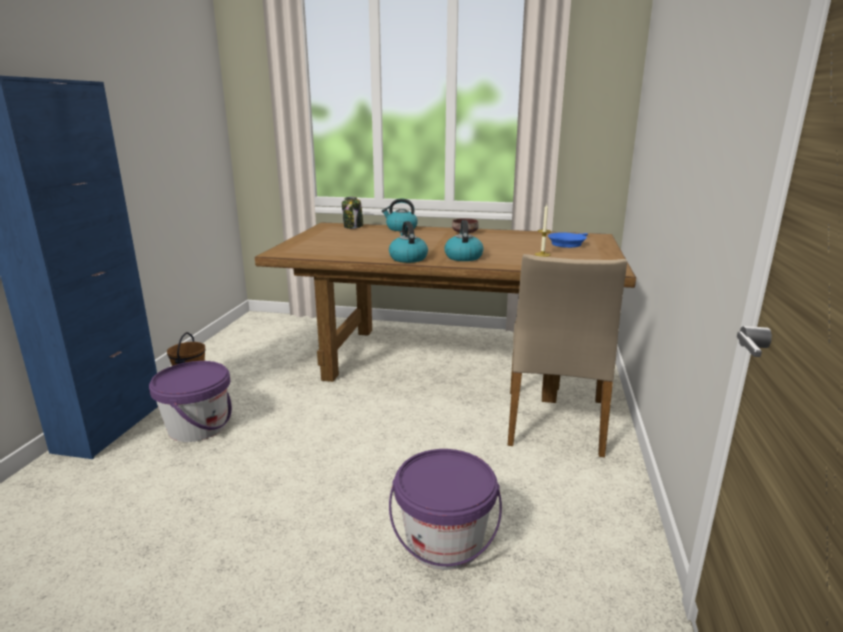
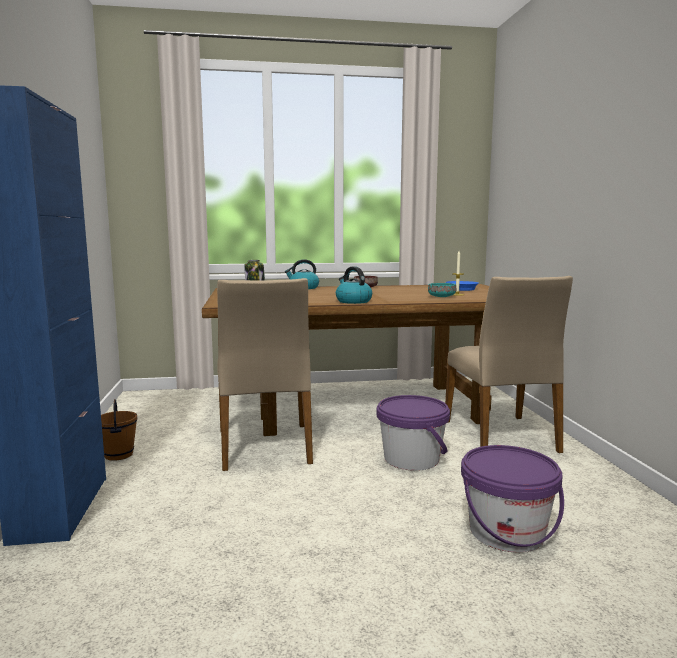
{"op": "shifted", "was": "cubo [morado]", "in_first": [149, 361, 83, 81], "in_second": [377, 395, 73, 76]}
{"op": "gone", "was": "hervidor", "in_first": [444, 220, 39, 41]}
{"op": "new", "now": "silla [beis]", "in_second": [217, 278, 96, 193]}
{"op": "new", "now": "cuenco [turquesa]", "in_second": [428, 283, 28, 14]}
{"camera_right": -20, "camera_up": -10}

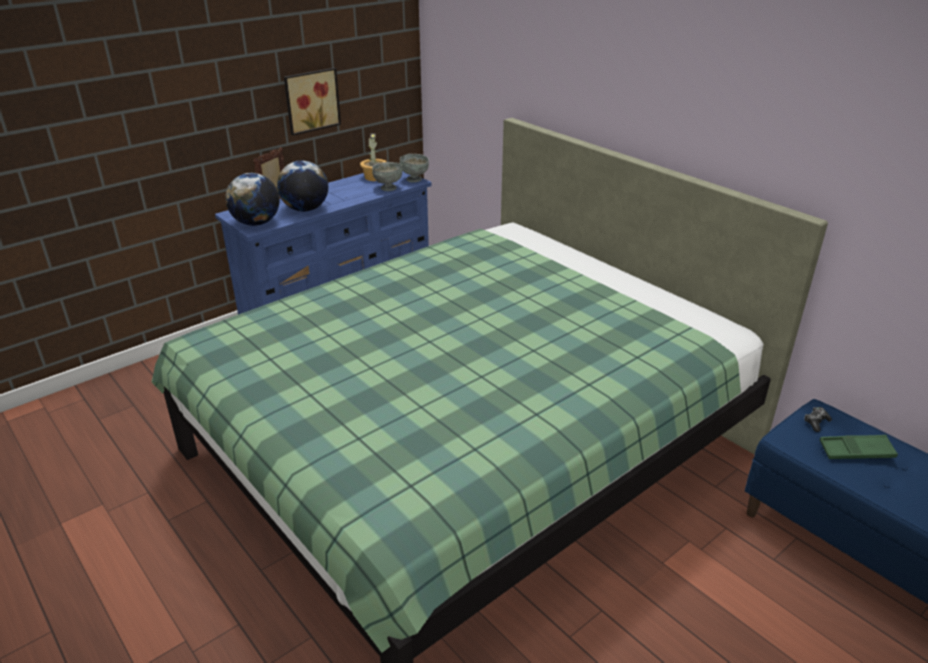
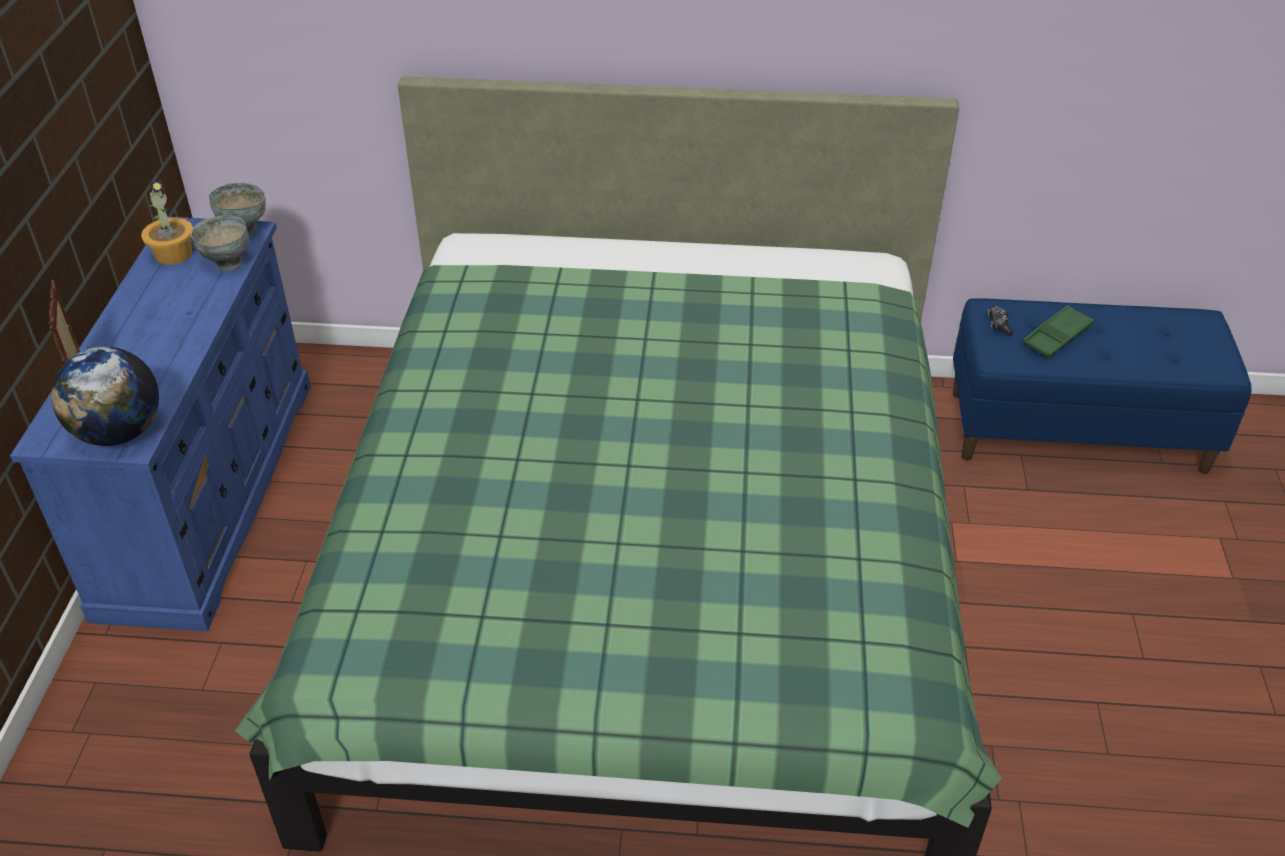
{"op": "gone", "was": "globo terráqueo", "in_first": [277, 160, 51, 51]}
{"op": "gone", "was": "cuadro", "in_first": [284, 68, 57, 67]}
{"camera_right": -45, "camera_up": 10}

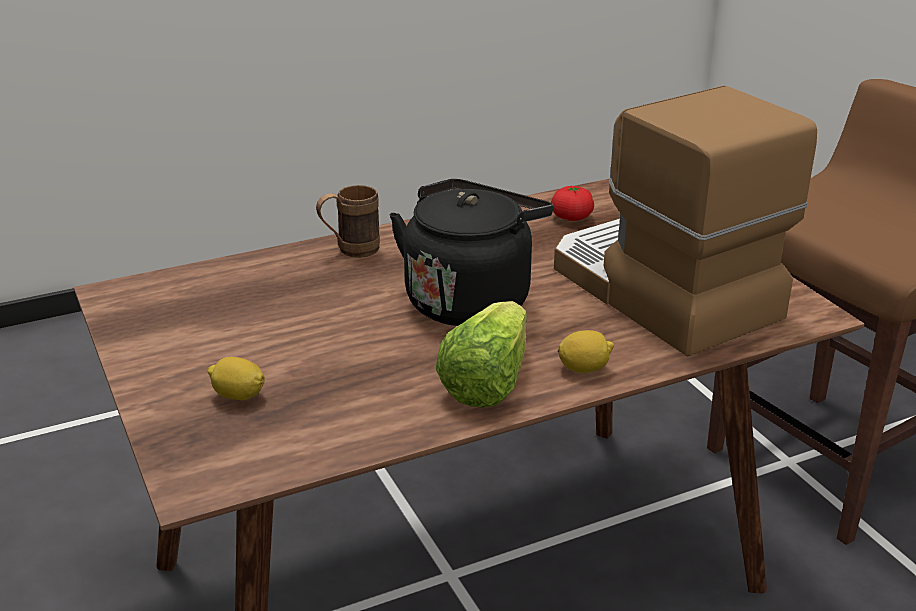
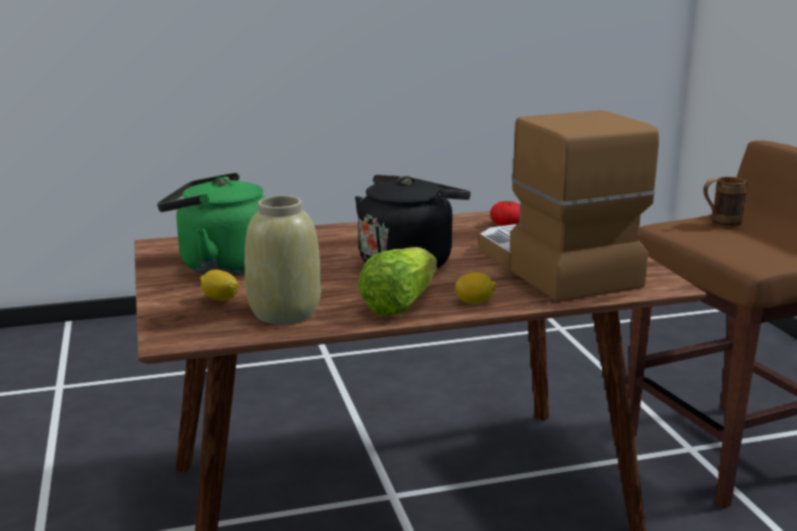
{"op": "shifted", "was": "taza grande [marrón]", "in_first": [316, 185, 64, 73], "in_second": [703, 177, 44, 50]}
{"op": "new", "now": "hervidor [verde]", "in_second": [157, 173, 109, 103]}
{"op": "new", "now": "florero [beis]", "in_second": [245, 196, 76, 128]}
{"camera_right": 10, "camera_up": -10}

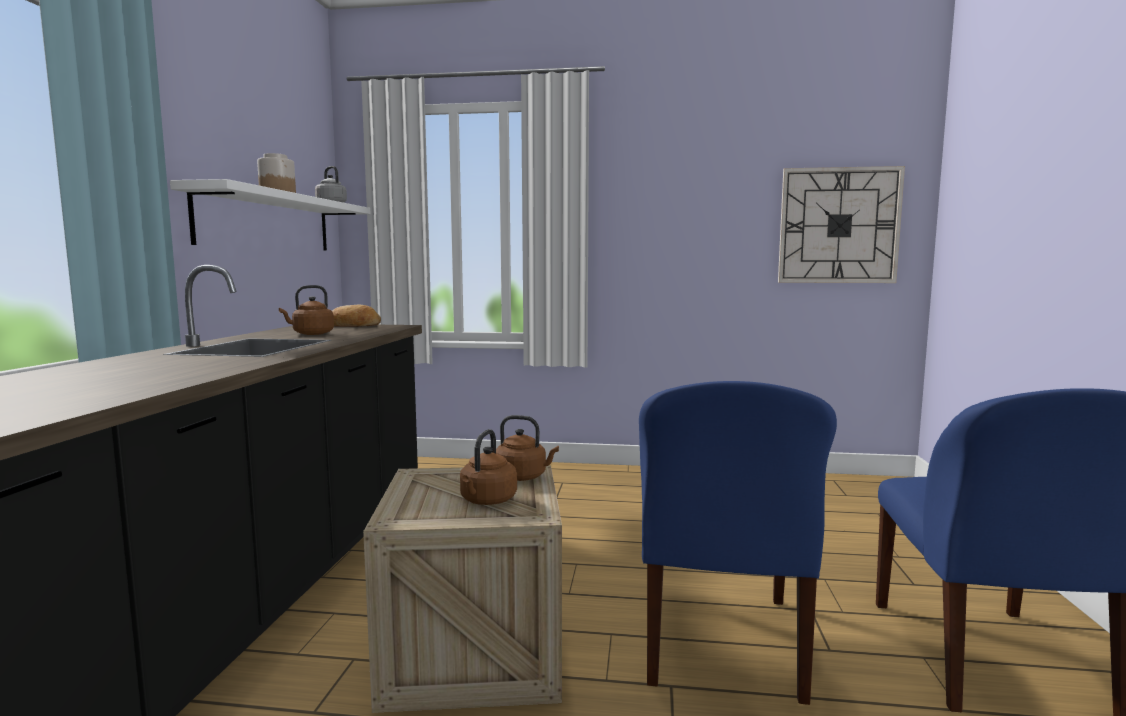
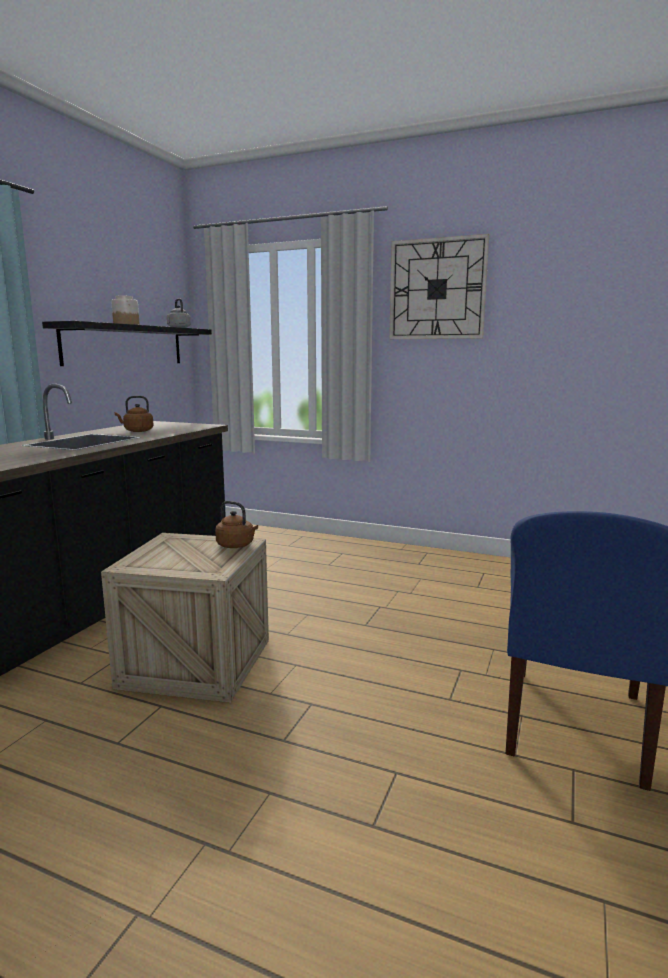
{"op": "repainted", "was": "estante [blanco]", "now": "estante [negro]", "in_first": [170, 179, 201, 72], "in_second": [42, 321, 170, 45]}
{"op": "gone", "was": "pan", "in_first": [332, 304, 49, 23]}
{"op": "gone", "was": "hervidor [marrón]", "in_first": [460, 429, 57, 76]}
{"op": "gone", "was": "silla [azul]", "in_first": [639, 381, 198, 324]}
{"op": "shifted", "was": "reloj de pared", "in_first": [778, 166, 127, 117], "in_second": [389, 234, 100, 105]}
{"camera_right": 15, "camera_up": 5}

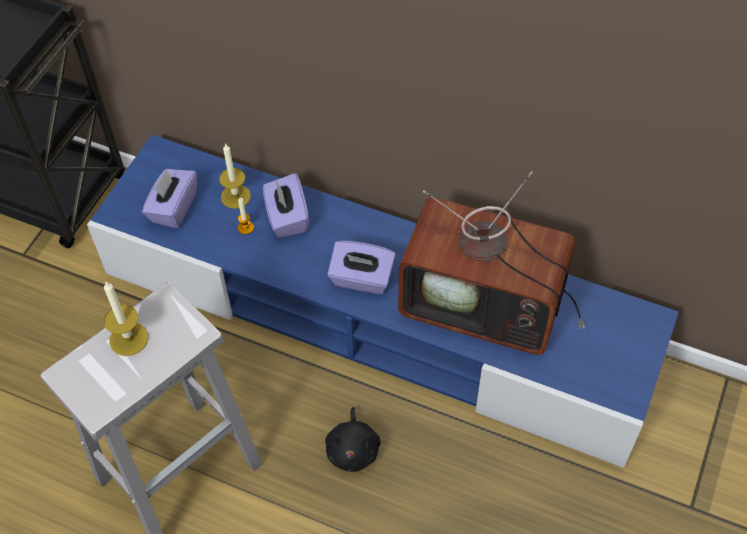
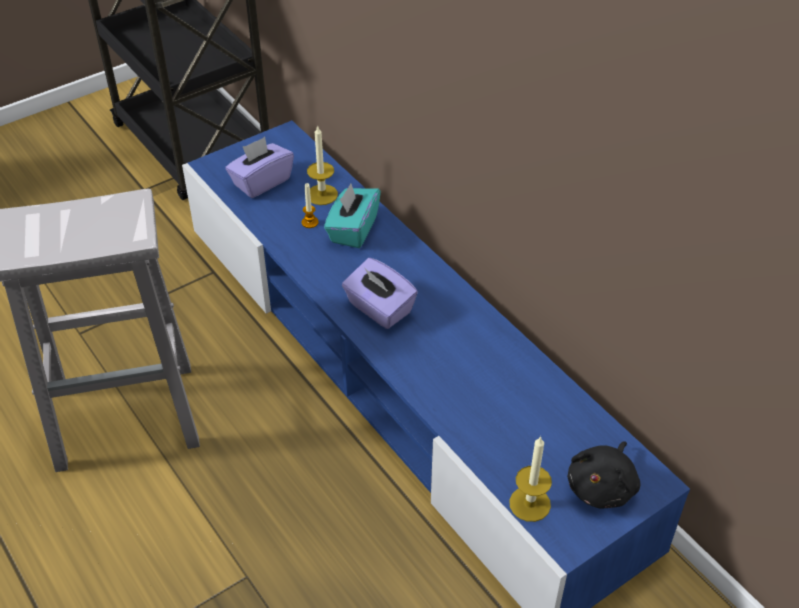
{"op": "shifted", "was": "vela", "in_first": [104, 282, 44, 74], "in_second": [509, 436, 43, 86]}
{"op": "repainted", "was": "caja de pañuelos [morado]", "now": "caja de pañuelos [turquesa]", "in_first": [263, 173, 46, 65], "in_second": [324, 183, 57, 65]}
{"op": "shifted", "was": "peluche [negro]", "in_first": [325, 407, 56, 65], "in_second": [567, 441, 73, 68]}
{"op": "gone", "was": "televisor", "in_first": [398, 171, 187, 184]}
{"camera_right": 30, "camera_up": -10}

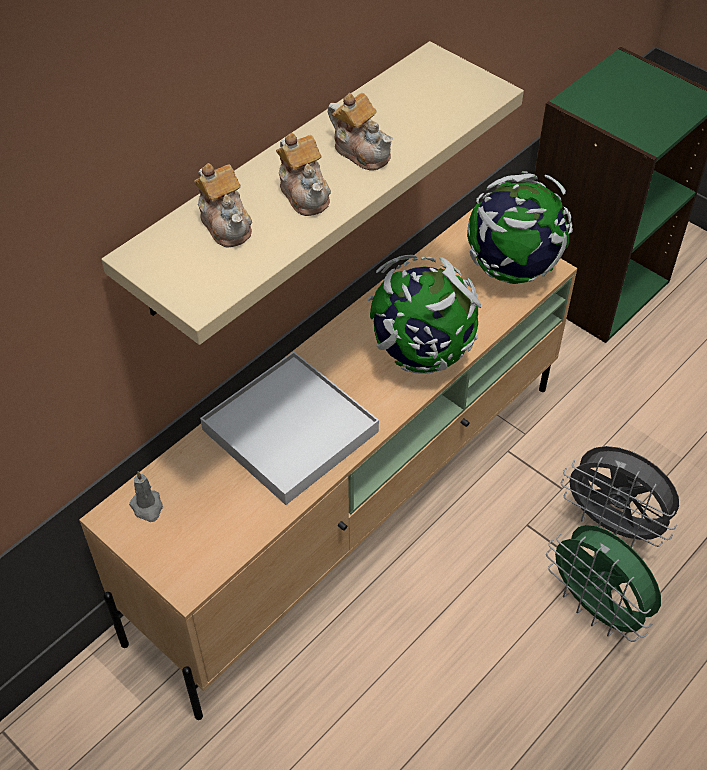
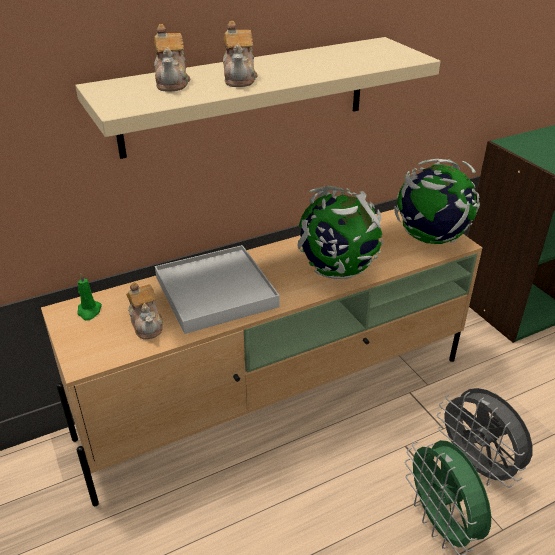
{"op": "repainted", "was": "vela [gris]", "now": "vela [verde]", "in_first": [129, 471, 34, 51], "in_second": [77, 273, 25, 48]}
{"op": "shifted", "was": "tetera", "in_first": [328, 93, 65, 78], "in_second": [126, 282, 37, 57]}
{"camera_right": 20, "camera_up": -15}

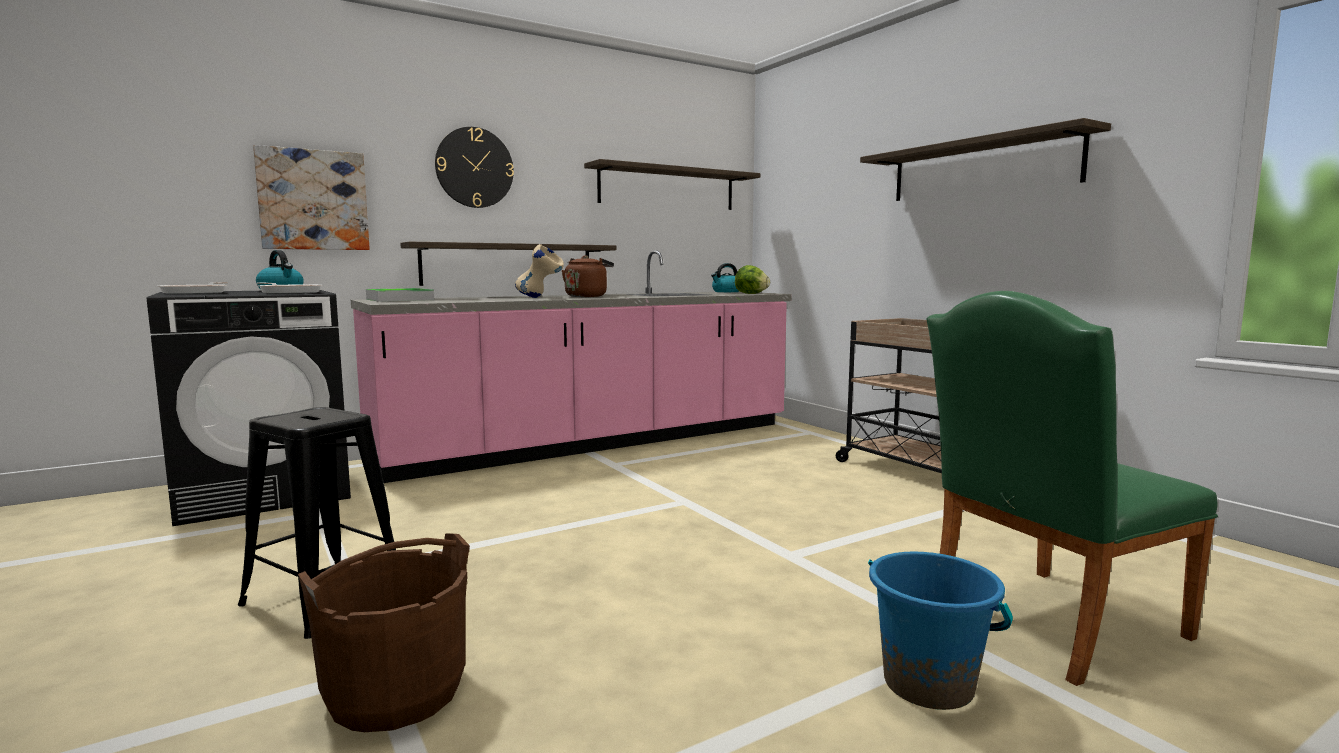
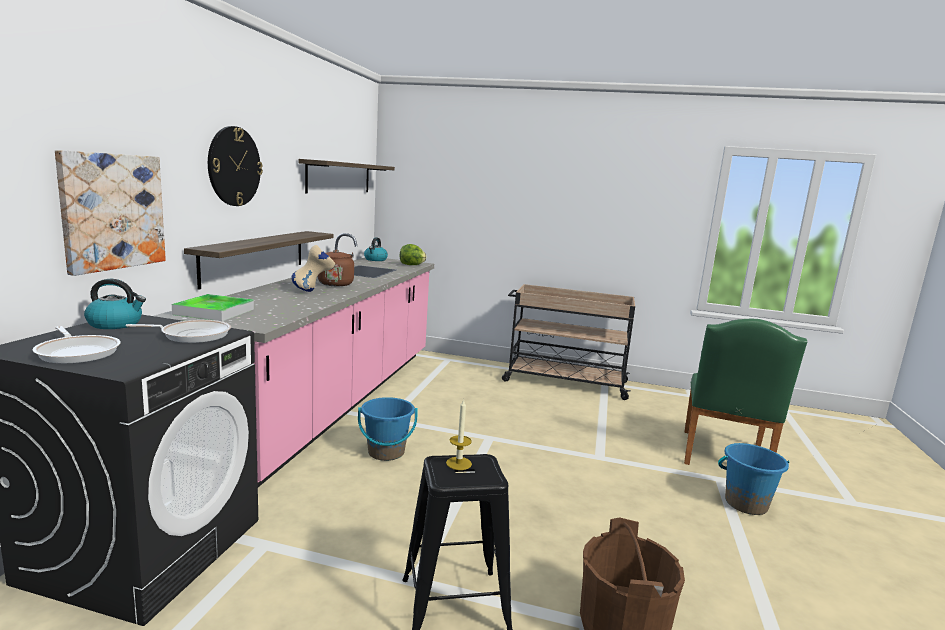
{"op": "gone", "was": "estante", "in_first": [860, 118, 251, 83]}
{"op": "new", "now": "cubo [azul]", "in_second": [358, 397, 59, 64]}
{"op": "new", "now": "vela", "in_second": [446, 399, 26, 71]}
{"camera_right": -45, "camera_up": 5}

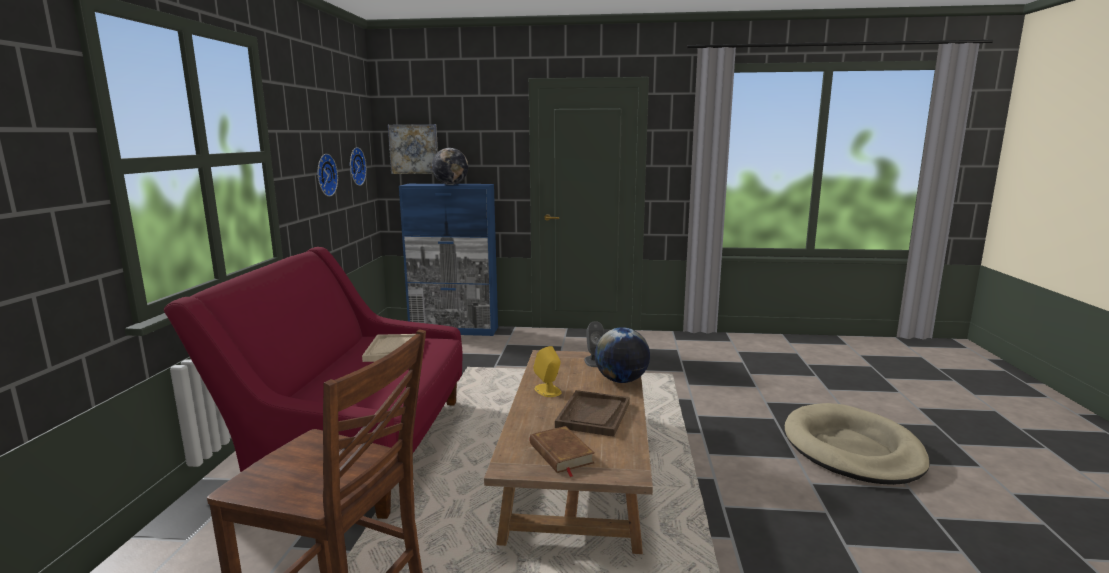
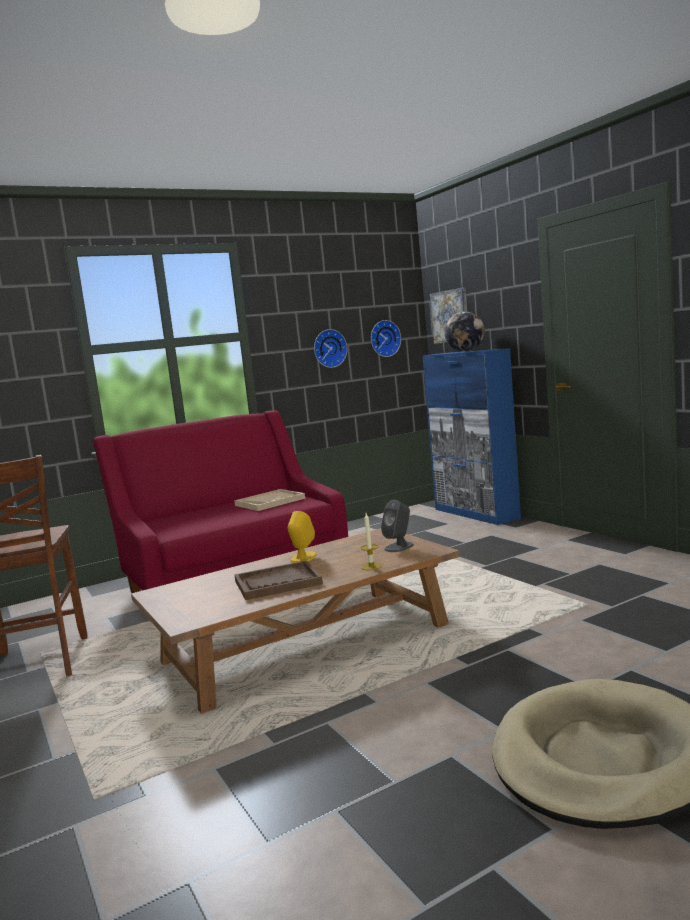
{"op": "gone", "was": "libro [marrón]", "in_first": [530, 426, 64, 51]}
{"op": "swapped", "was": "globo terráqueo", "now": "vela", "in_first": [595, 327, 55, 56], "in_second": [361, 513, 21, 58]}
{"camera_right": 55, "camera_up": -5}

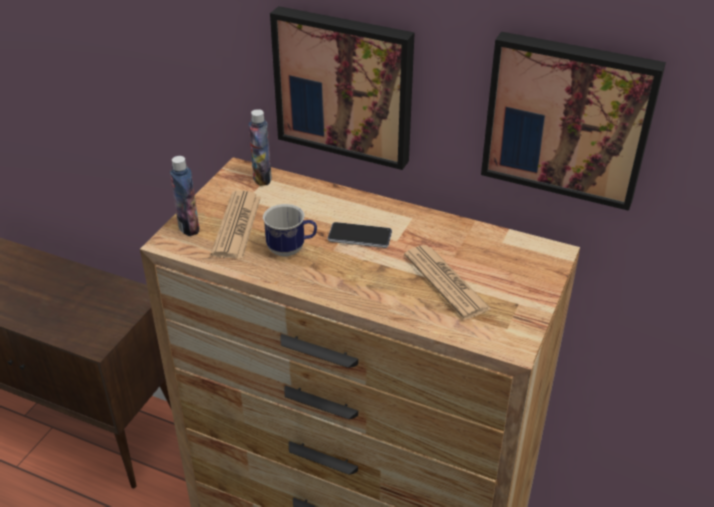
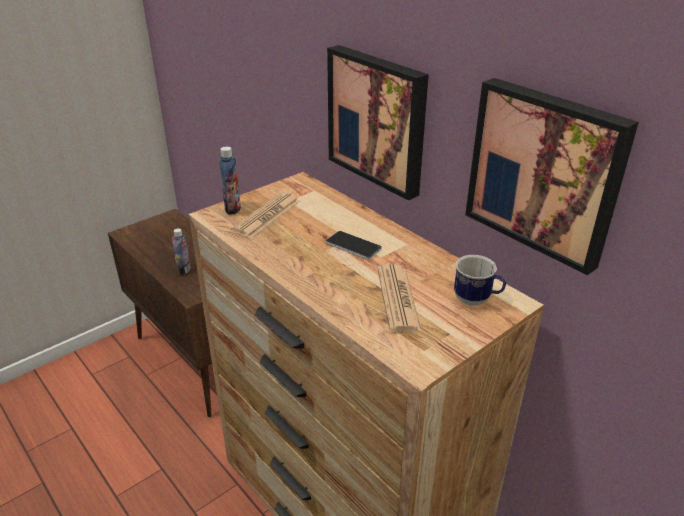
{"op": "shifted", "was": "botella", "in_first": [249, 109, 23, 77], "in_second": [172, 228, 19, 47]}
{"op": "shifted", "was": "taza grande", "in_first": [263, 204, 54, 53], "in_second": [454, 255, 52, 51]}
{"camera_right": 25, "camera_up": -5}

